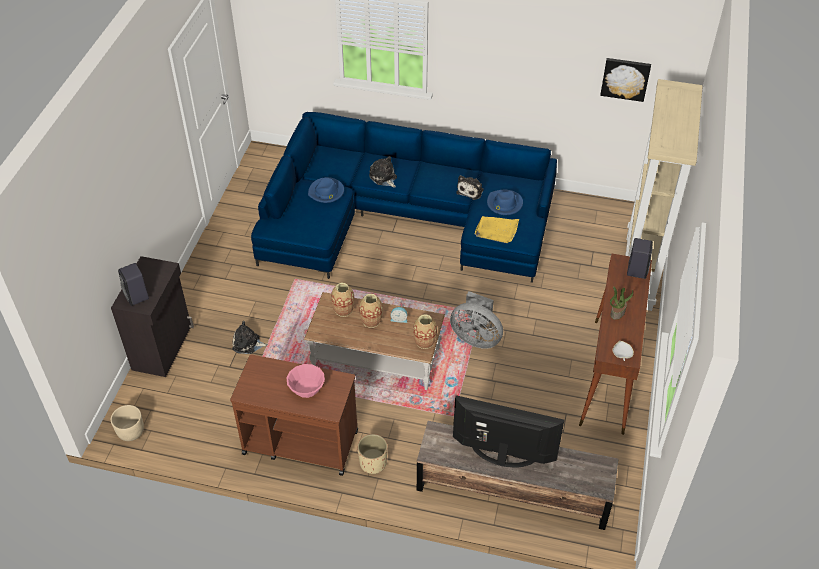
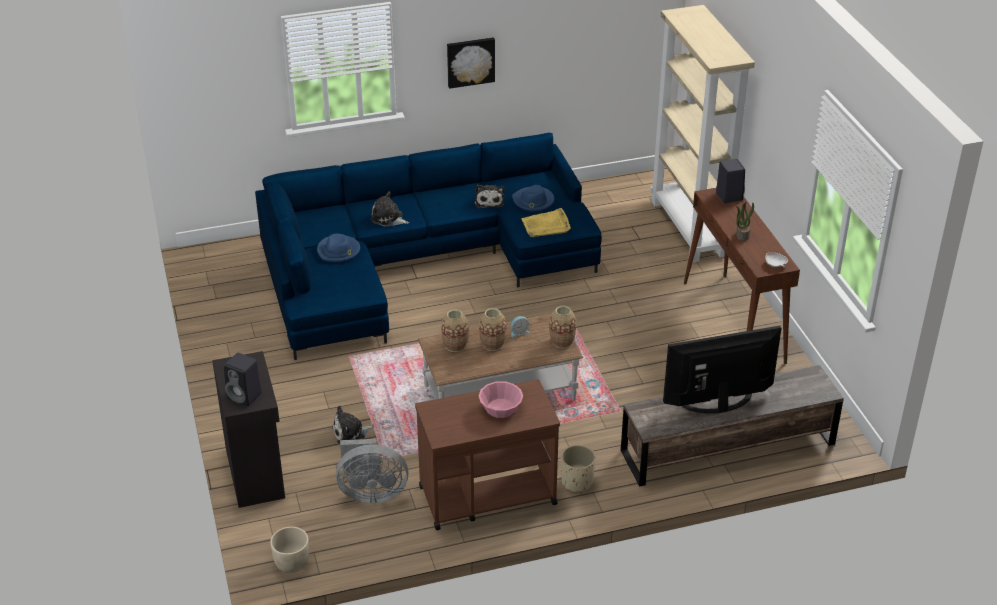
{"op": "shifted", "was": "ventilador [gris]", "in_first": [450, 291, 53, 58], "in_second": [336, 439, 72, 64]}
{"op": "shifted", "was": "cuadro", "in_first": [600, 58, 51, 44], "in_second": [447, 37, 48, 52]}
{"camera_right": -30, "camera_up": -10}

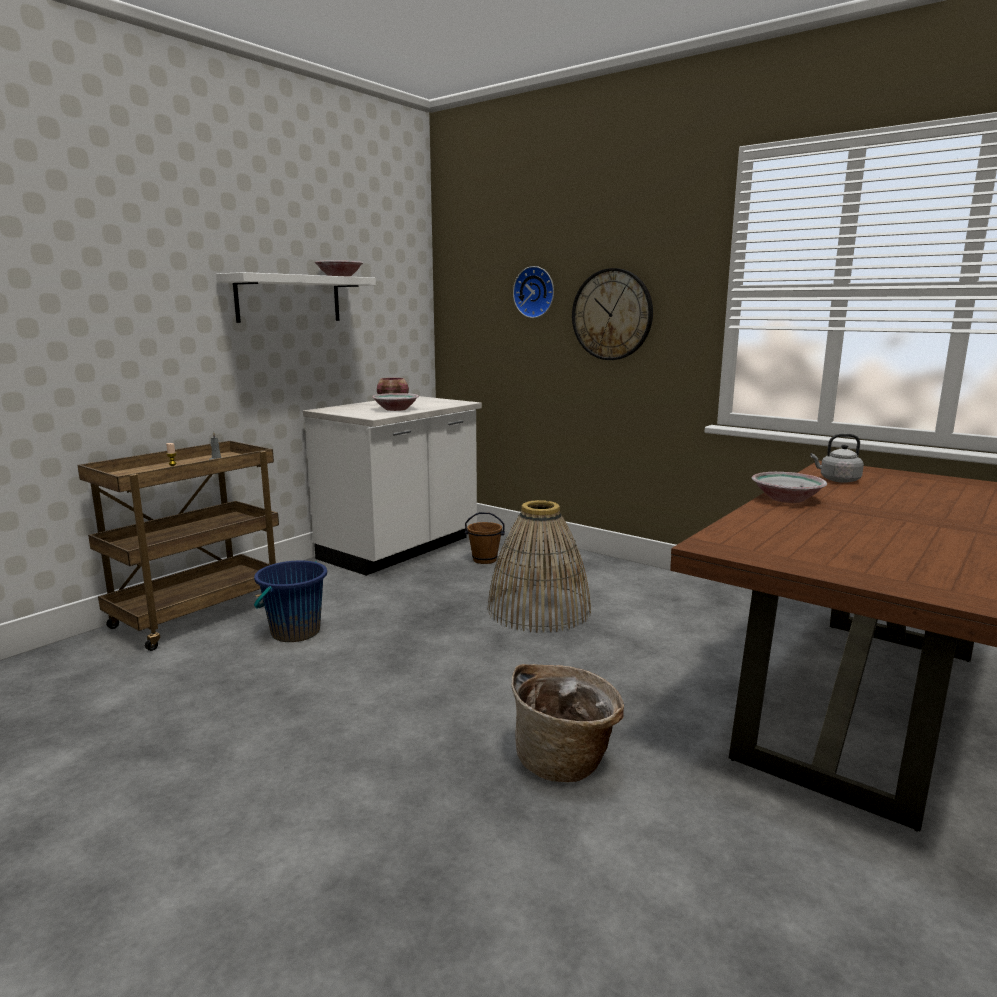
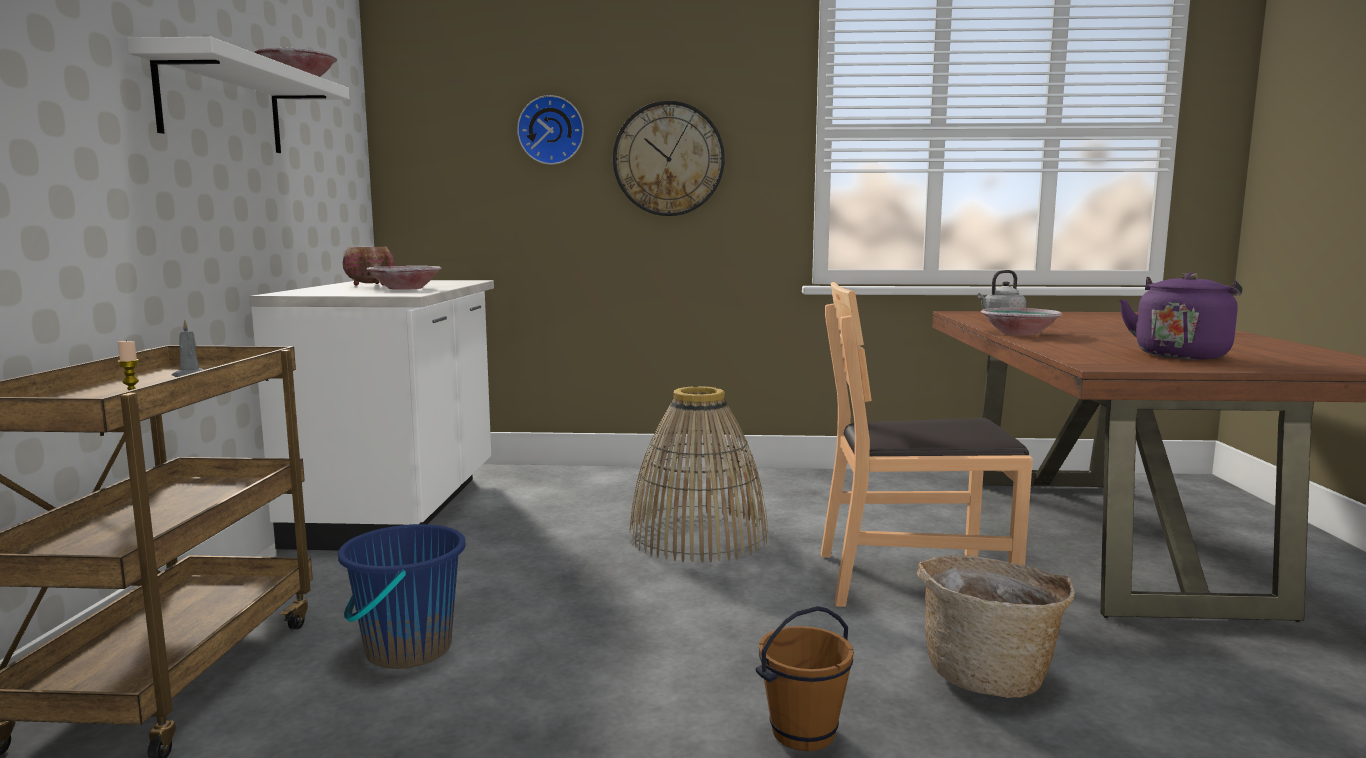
{"op": "shifted", "was": "cubo [marrón]", "in_first": [465, 512, 40, 52], "in_second": [756, 606, 98, 145]}
{"op": "new", "now": "silla [marrón]", "in_second": [821, 282, 212, 325]}
{"op": "new", "now": "hervidor [morado]", "in_second": [1119, 272, 123, 88]}
{"camera_right": -35, "camera_up": -5}

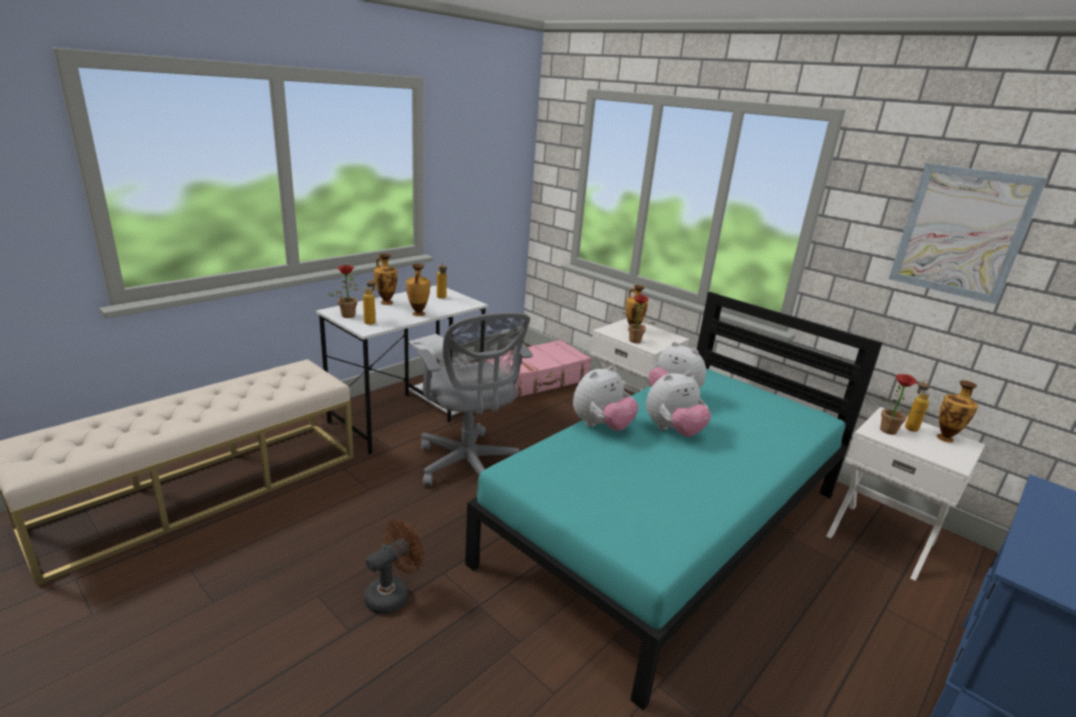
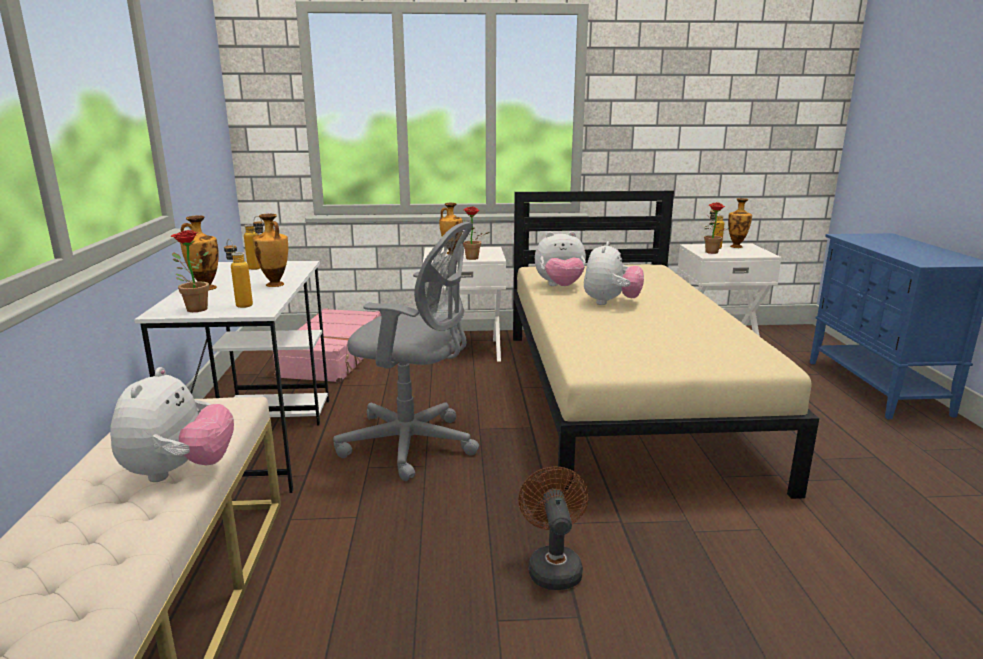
{"op": "repainted", "was": "cama [turquesa]", "now": "cama [beis]", "in_first": [465, 292, 418, 419], "in_second": [513, 190, 306, 309]}
{"op": "shifted", "was": "peluche", "in_first": [573, 365, 66, 66], "in_second": [110, 367, 124, 115]}
{"op": "gone", "was": "cuadro", "in_first": [889, 163, 159, 141]}
{"camera_right": -45, "camera_up": -5}

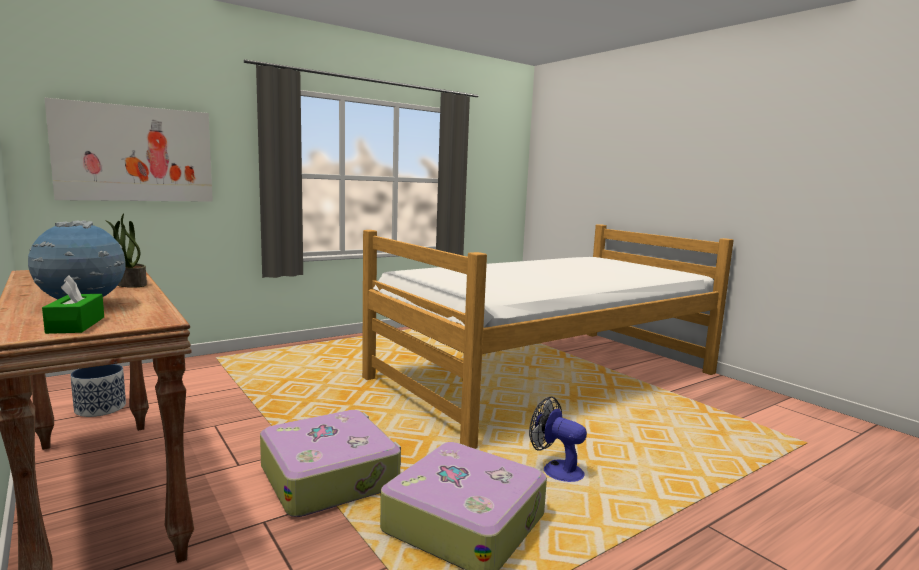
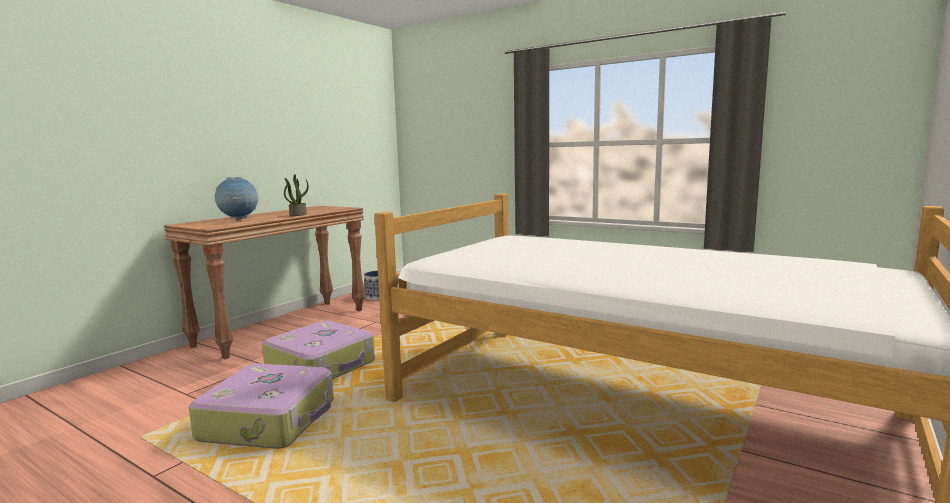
{"op": "gone", "was": "caja de pañuelos [verde]", "in_first": [42, 275, 62, 59]}
{"op": "gone", "was": "cuadro", "in_first": [44, 98, 169, 104]}
{"op": "gone", "was": "ventilador", "in_first": [529, 396, 58, 86]}
{"camera_right": 70, "camera_up": 0}

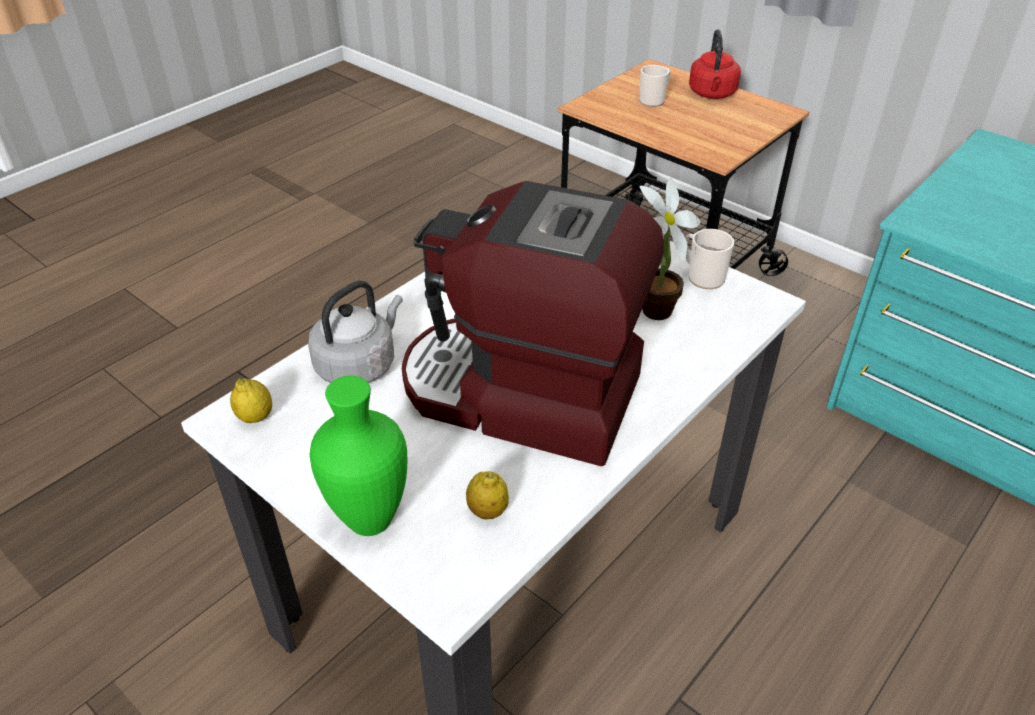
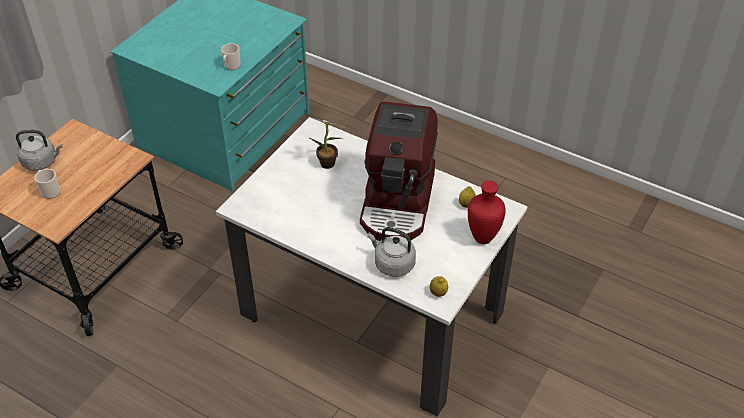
{"op": "repainted", "was": "florero [verde]", "now": "florero [rojo]", "in_first": [310, 376, 97, 160], "in_second": [468, 181, 38, 63]}
{"op": "shifted", "was": "taza grande", "in_first": [685, 229, 49, 60], "in_second": [221, 43, 20, 27]}
{"op": "repainted", "was": "hervidor [rojo]", "now": "hervidor [gris]", "in_first": [689, 29, 52, 70], "in_second": [16, 130, 47, 41]}
{"camera_right": -100, "camera_up": 5}

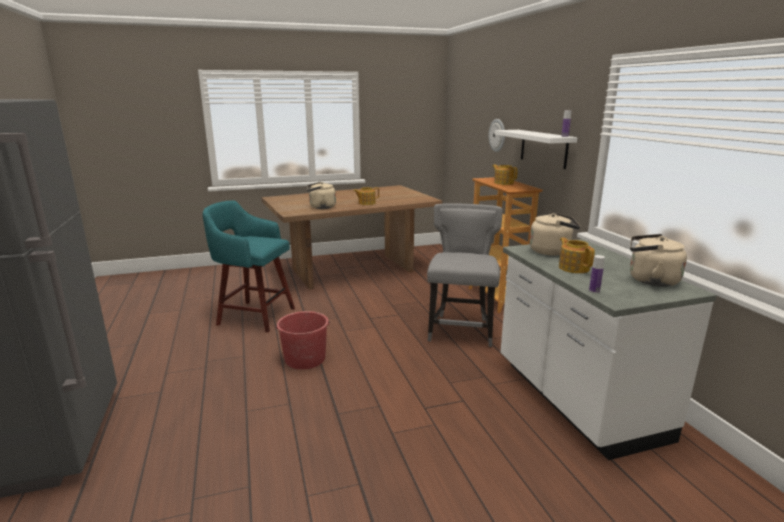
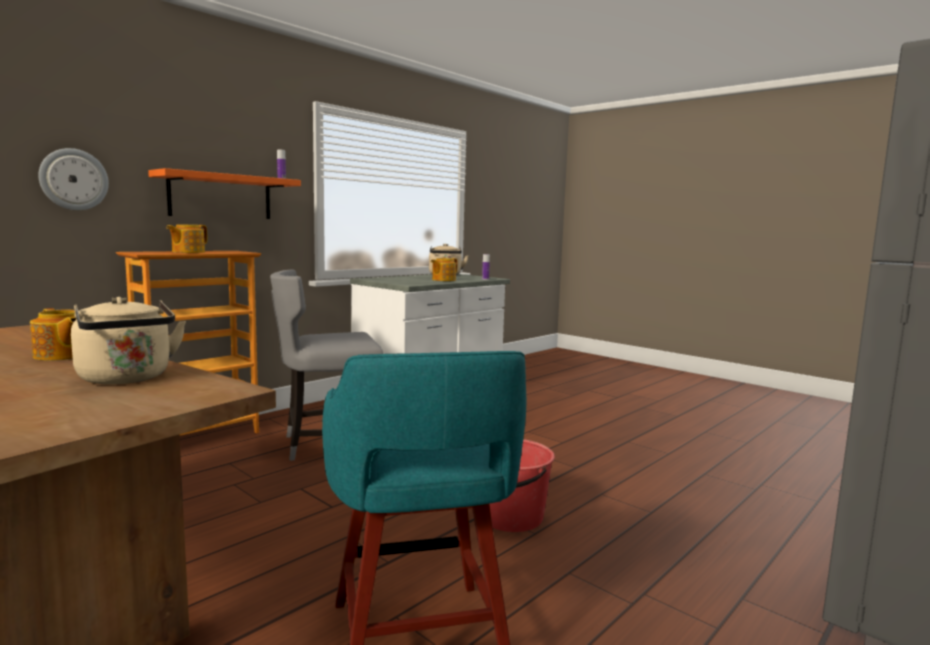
{"op": "repainted", "was": "estante [blanco]", "now": "estante [naranja]", "in_first": [495, 130, 82, 39], "in_second": [148, 168, 153, 51]}
{"op": "gone", "was": "hervidor [beis]", "in_first": [530, 212, 50, 44]}
{"camera_right": -120, "camera_up": -10}

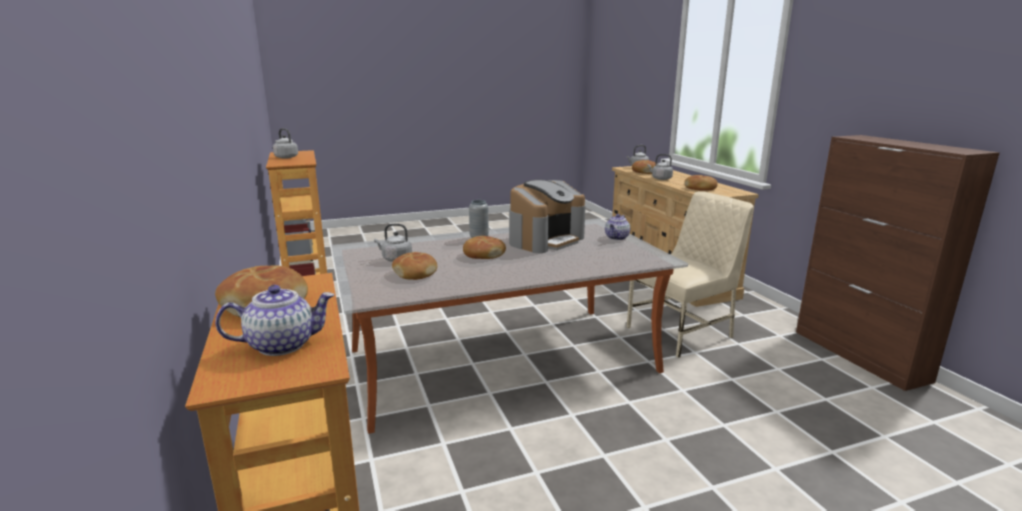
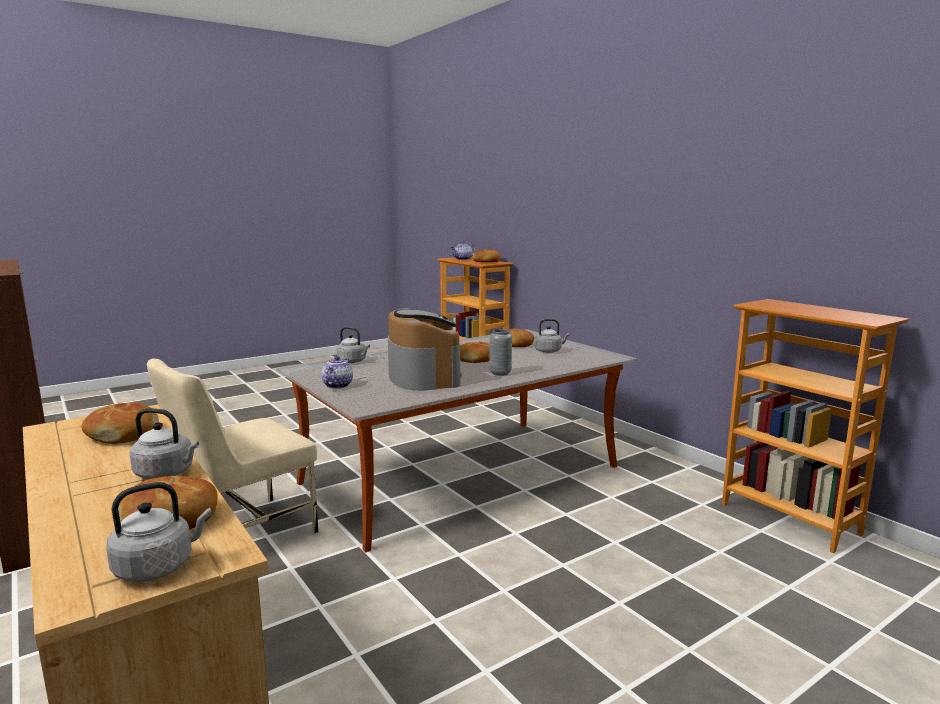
{"op": "shifted", "was": "hervidor [gris]", "in_first": [273, 128, 25, 31], "in_second": [337, 327, 33, 36]}
{"op": "rotated", "was": "cafetera", "in_first": [509, 180, 77, 73], "in_second": [388, 308, 73, 83], "clockwise": 135}
{"camera_right": 165, "camera_up": -5}

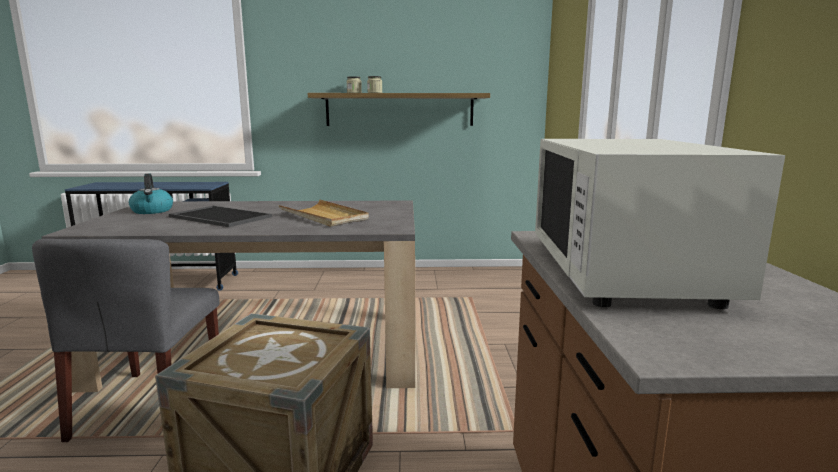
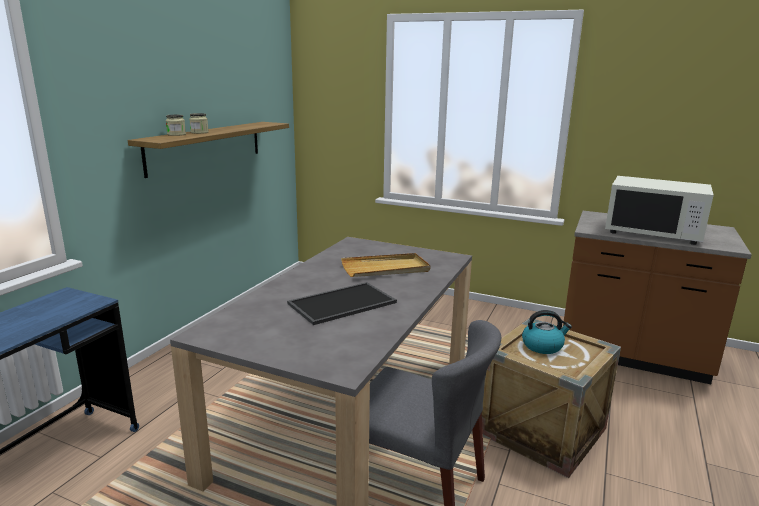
{"op": "shifted", "was": "hervidor", "in_first": [129, 174, 44, 40], "in_second": [522, 310, 50, 44]}
{"camera_right": -65, "camera_up": 5}

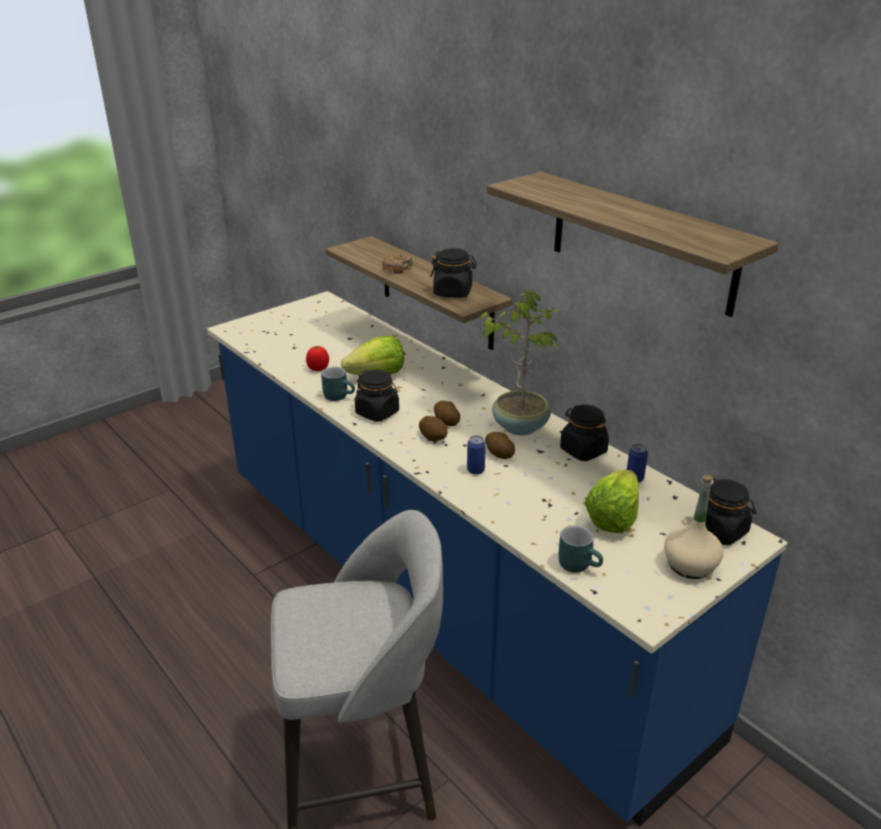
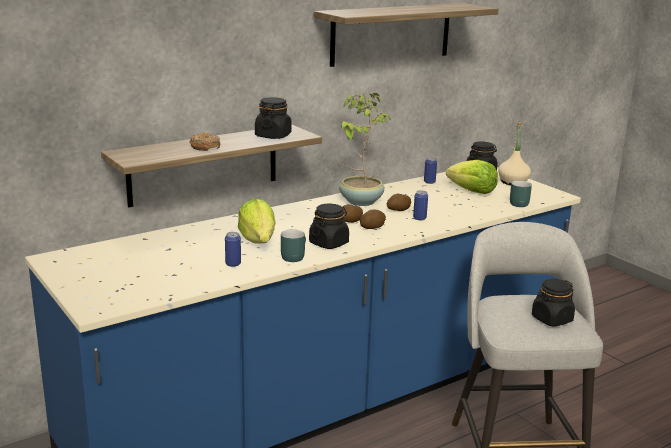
{"op": "swapped", "was": "tomate", "now": "lata", "in_first": [306, 346, 23, 25], "in_second": [225, 232, 16, 35]}
{"op": "shifted", "was": "tarro [negro]", "in_first": [560, 405, 49, 56], "in_second": [532, 279, 43, 48]}
{"camera_right": -85, "camera_up": -10}

